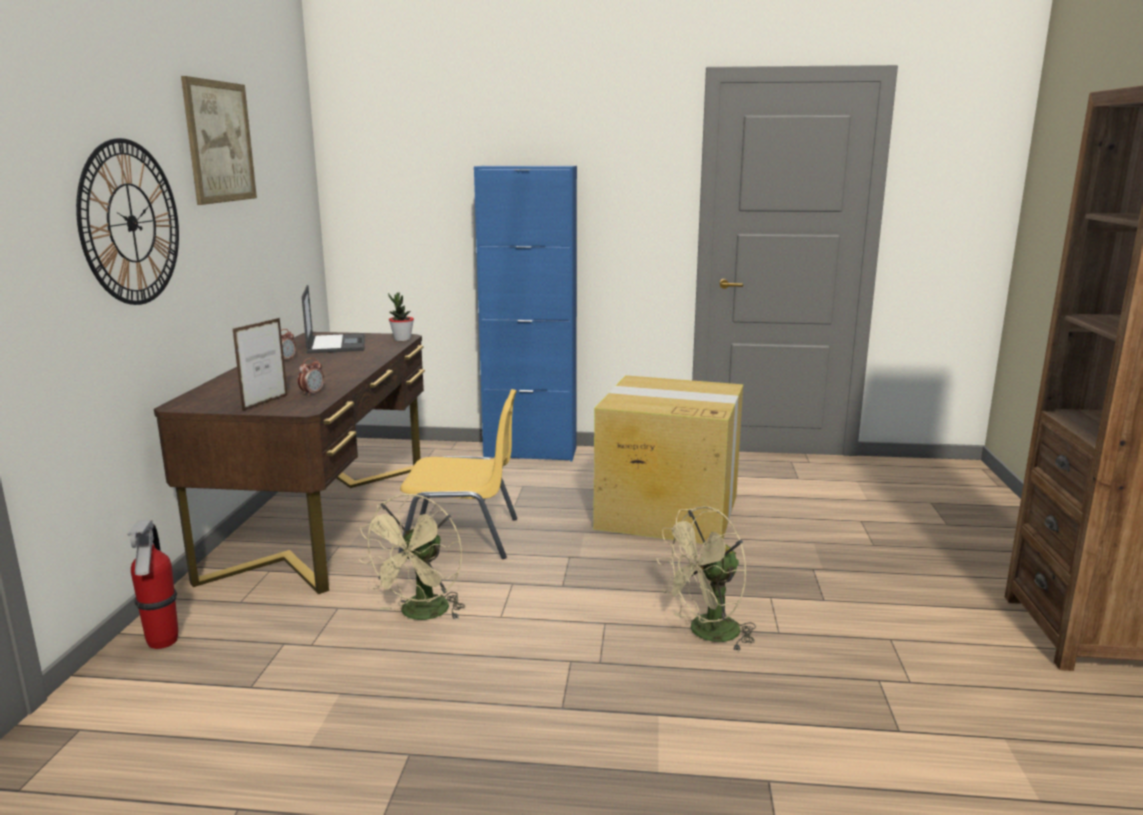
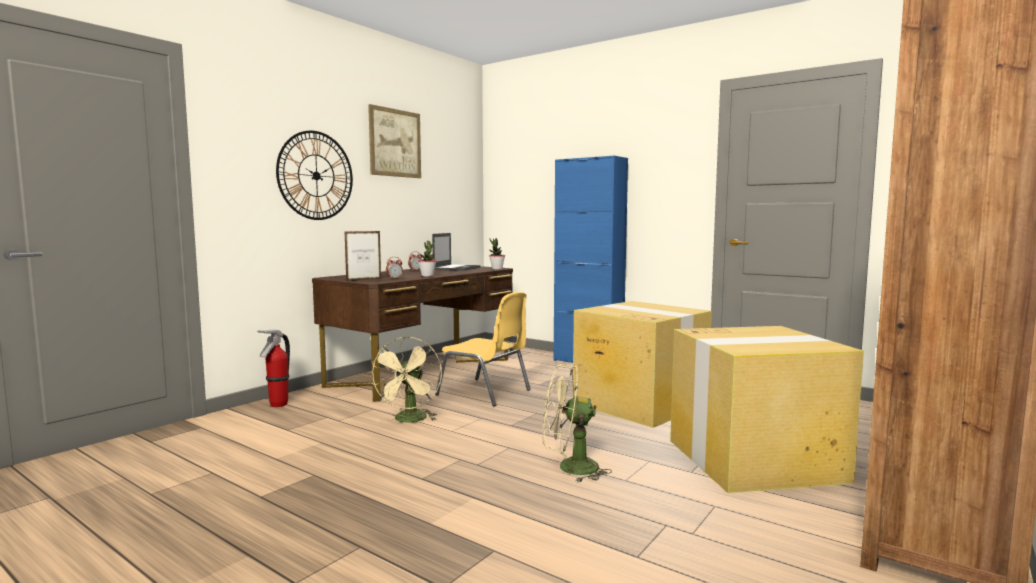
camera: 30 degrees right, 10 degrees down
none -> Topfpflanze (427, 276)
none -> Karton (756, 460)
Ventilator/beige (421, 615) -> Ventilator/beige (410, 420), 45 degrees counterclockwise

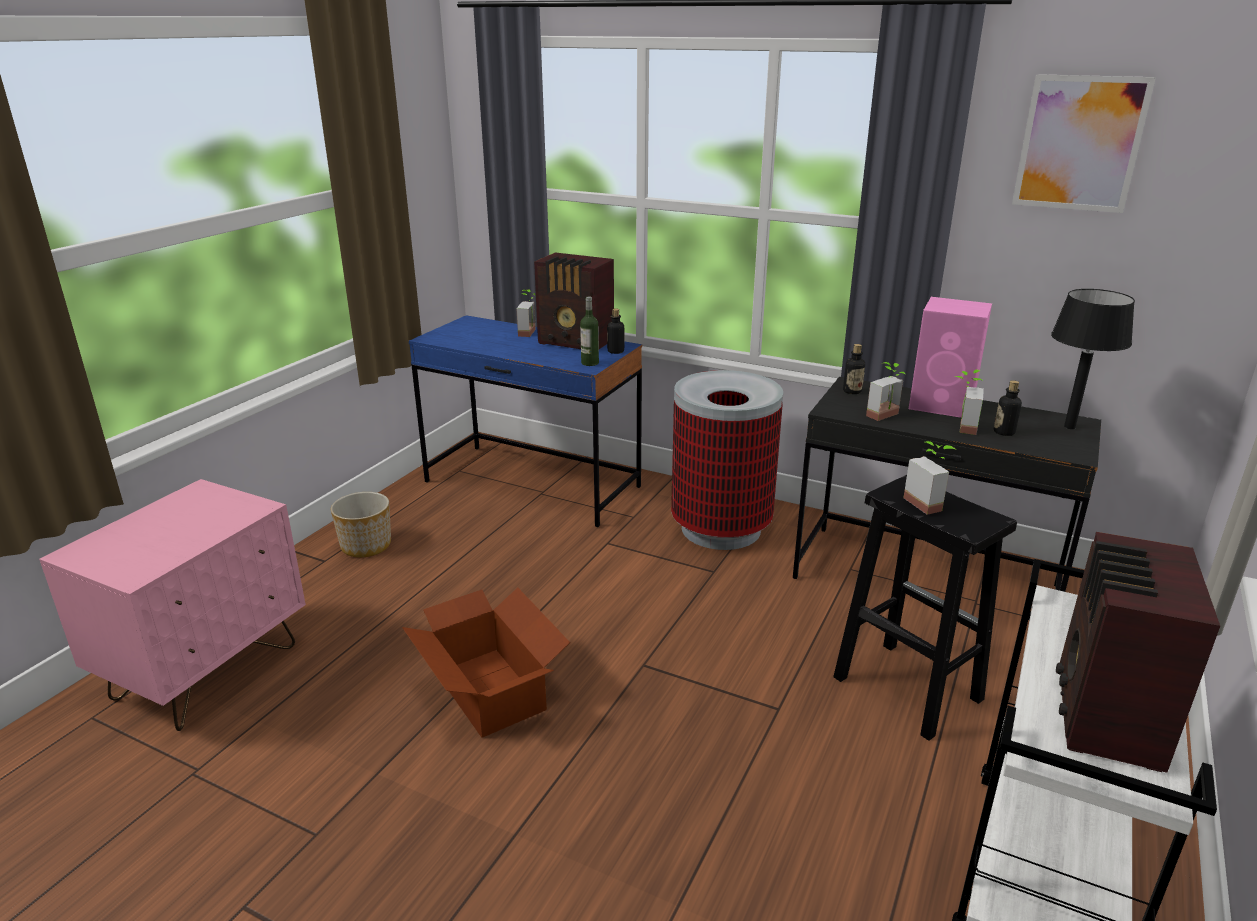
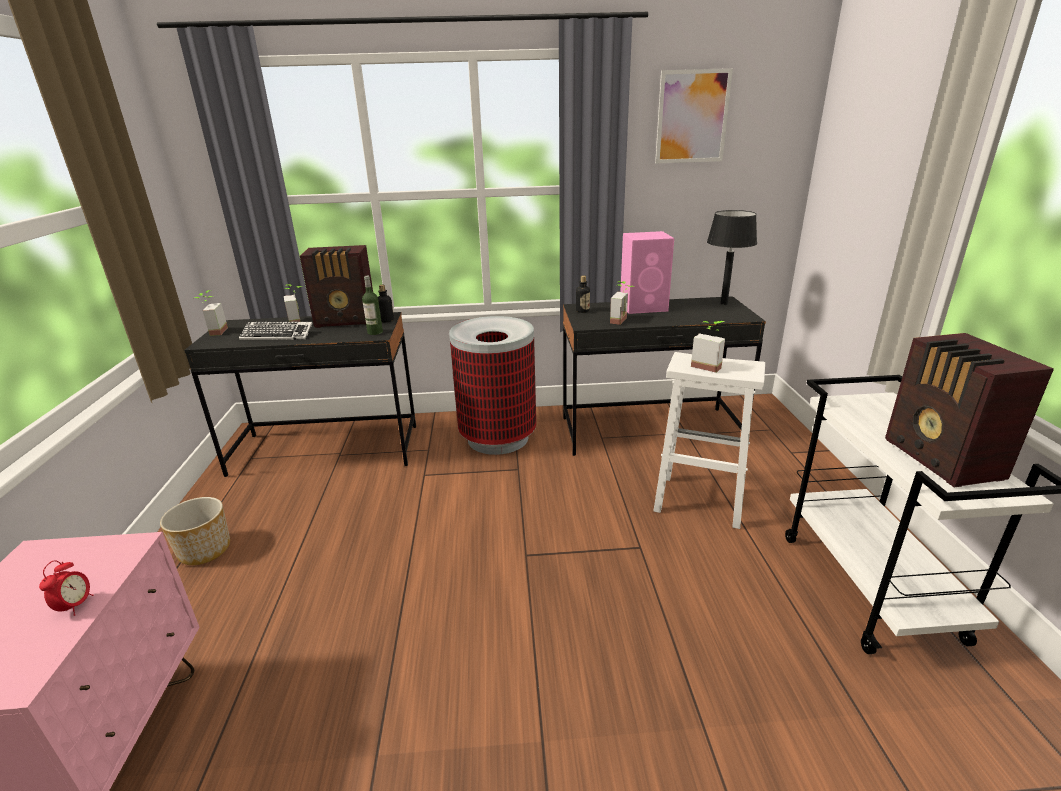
camera: 30 degrees left, 0 degrees up
Karton (491, 690) -> none
Flasche (1004, 432) -> none
none -> Wecker (76, 606)
none -> Tastatur (277, 335)
Topfpflanze (961, 426) -> Topfpflanze (214, 332), moved
Schreibtisch/blau (532, 484) -> Schreibtisch/schwarz (326, 450)
Hocker/schwarz (905, 687) -> Hocker/weiß (697, 501)

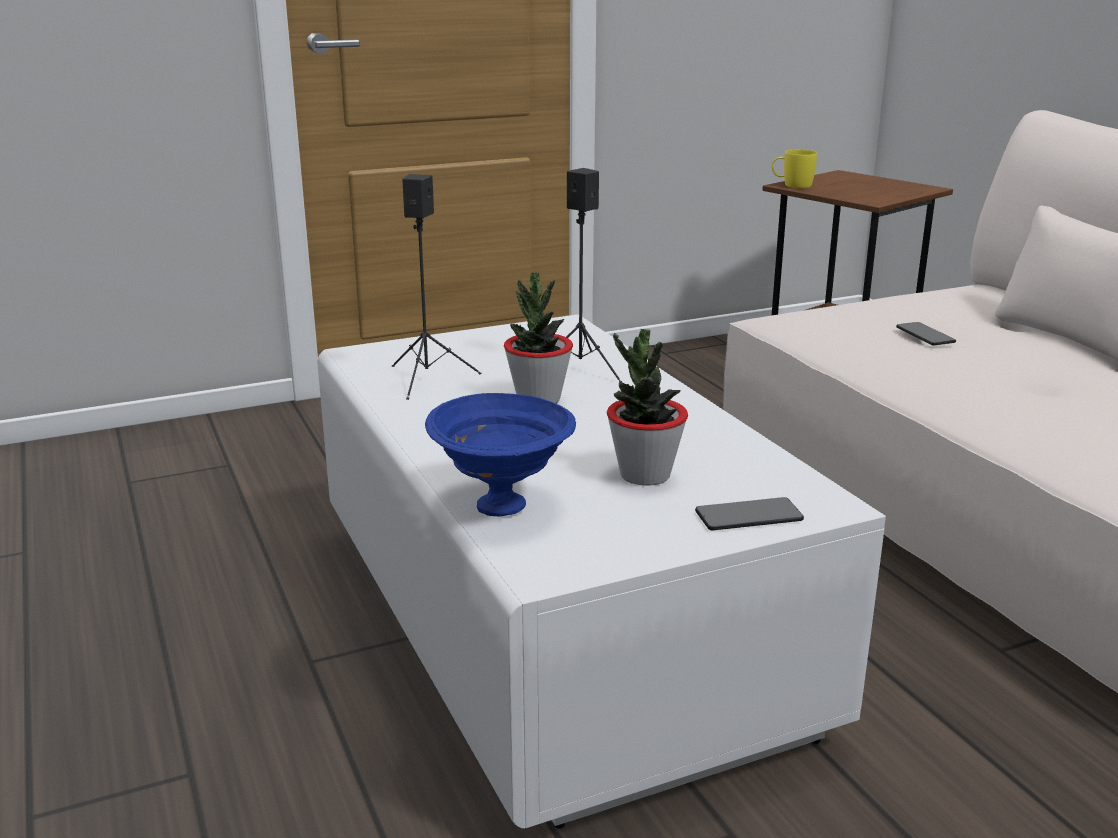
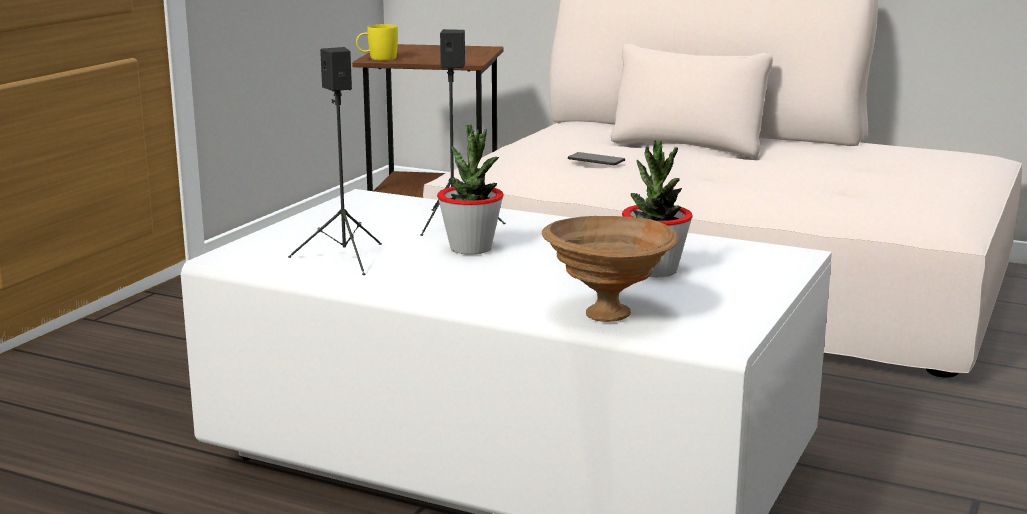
camera: 40 degrees left, 5 degrees down
Handy (748, 516) -> none
Schüssel/blau (502, 504) -> Schüssel/braun (605, 313)

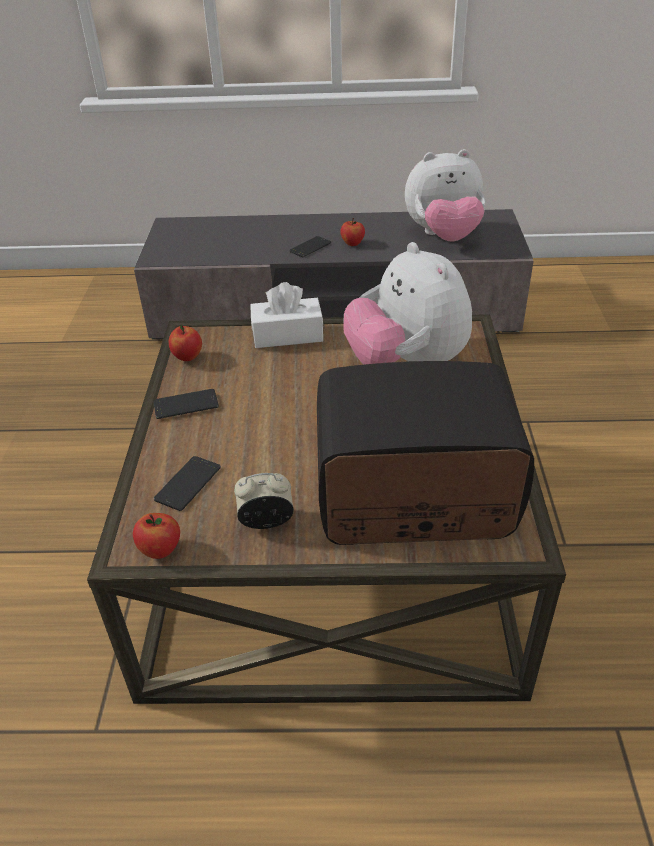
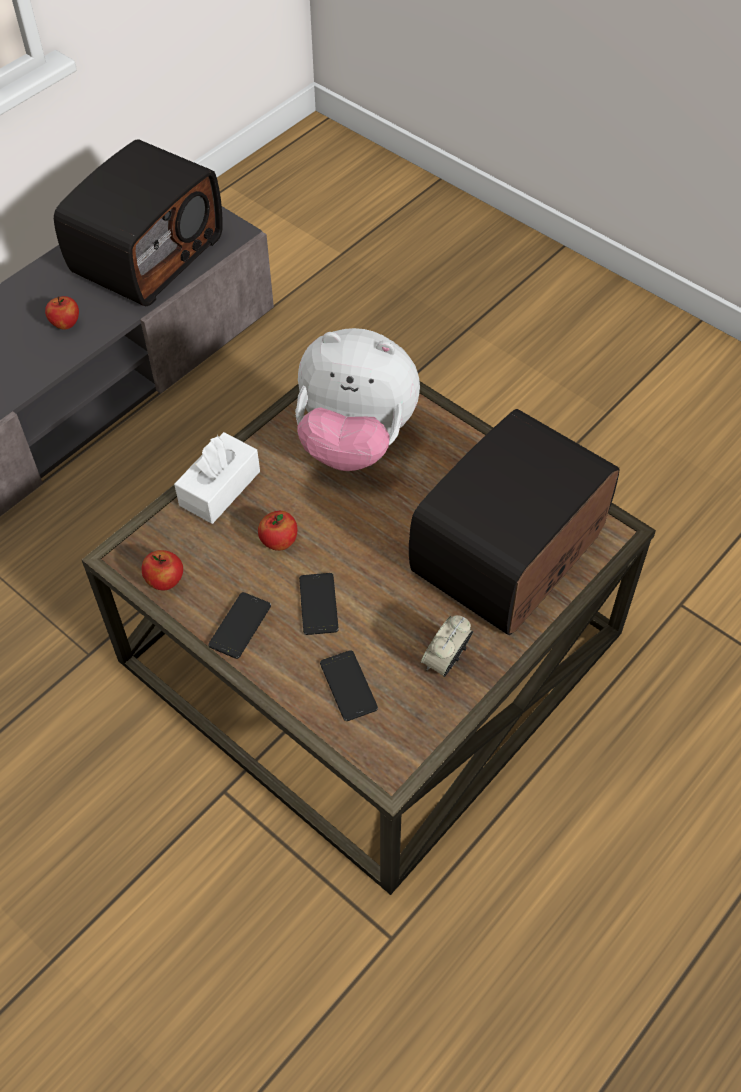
camera: 50 degrees left, 15 degrees up
Apfel (160, 550) -> Apfel (279, 542), moved
Handy (310, 247) -> Handy (318, 604), moved
Plüschtier (443, 236) -> Radio (146, 254)

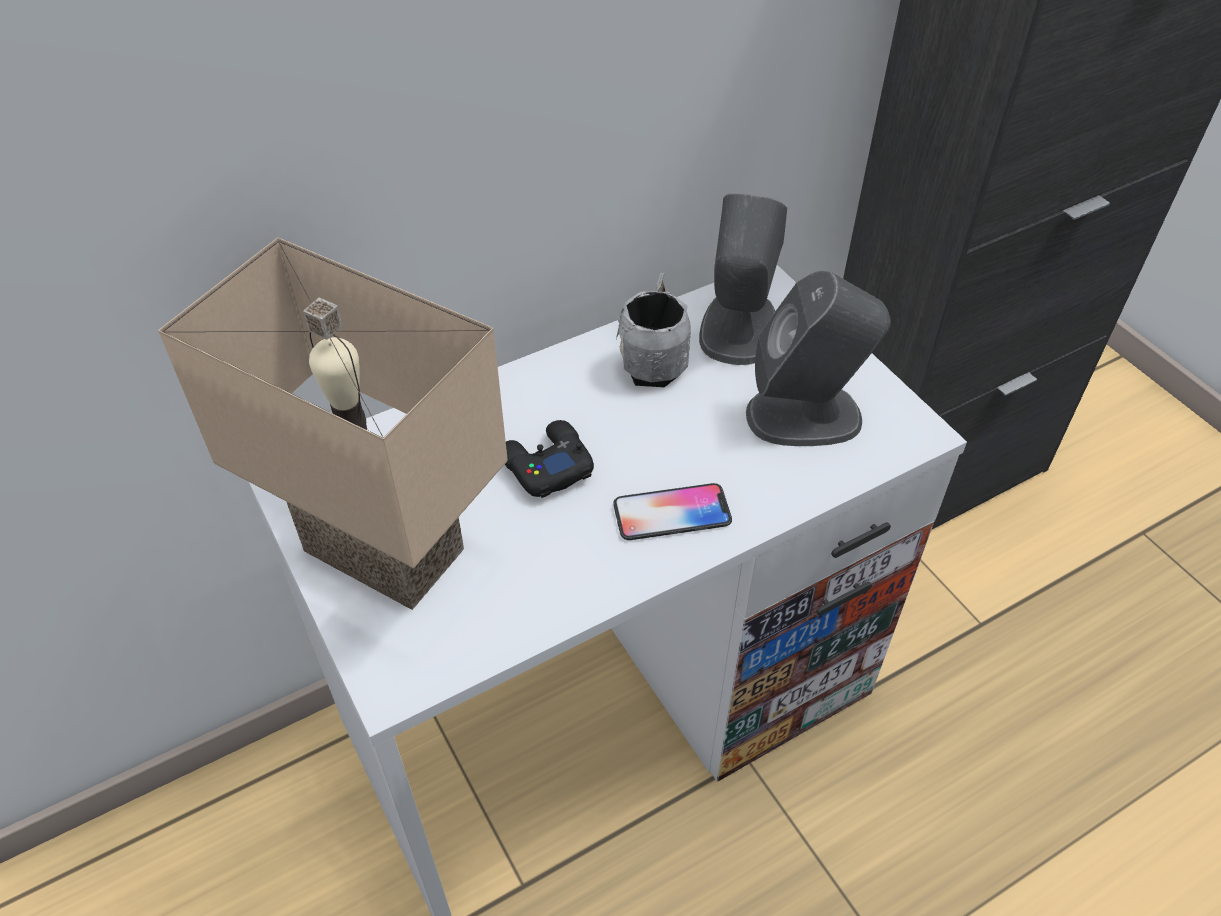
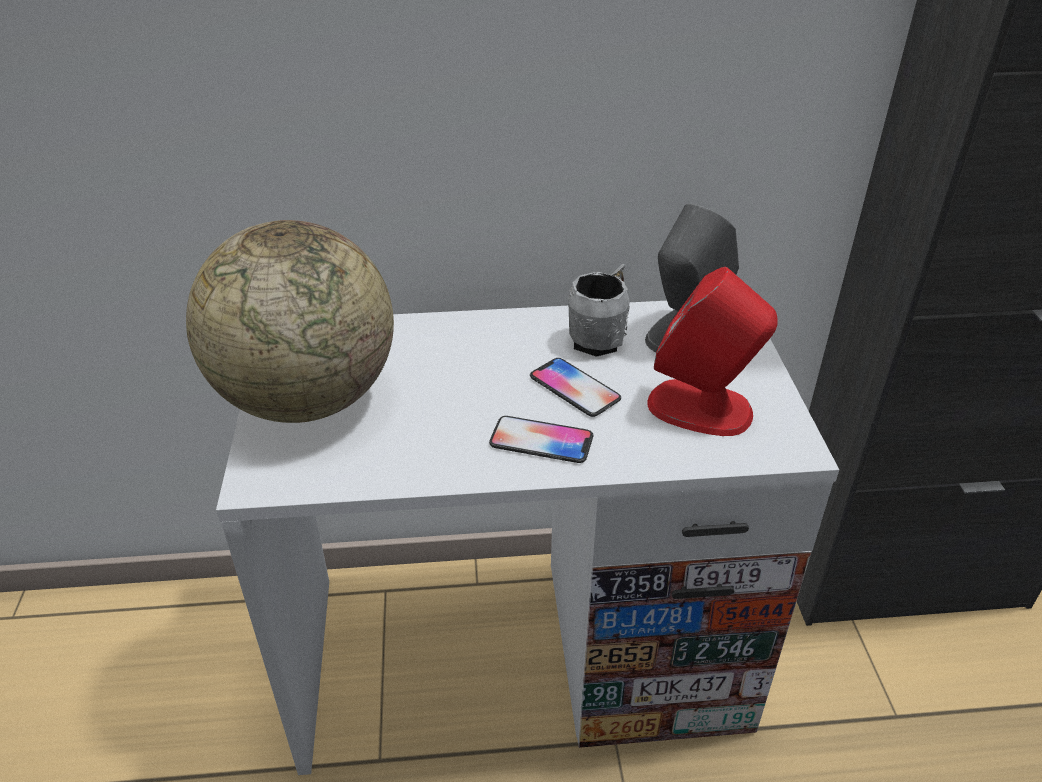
camera: 25 degrees right, 10 degrees down
Gamepad/schwarz (545, 465) -> none
none -> Handy (574, 388)
Tischlampe/beige (377, 554) -> Globus (307, 399)
Lautsprecher/grau (805, 416) -> Lautsprecher/rot (701, 408)

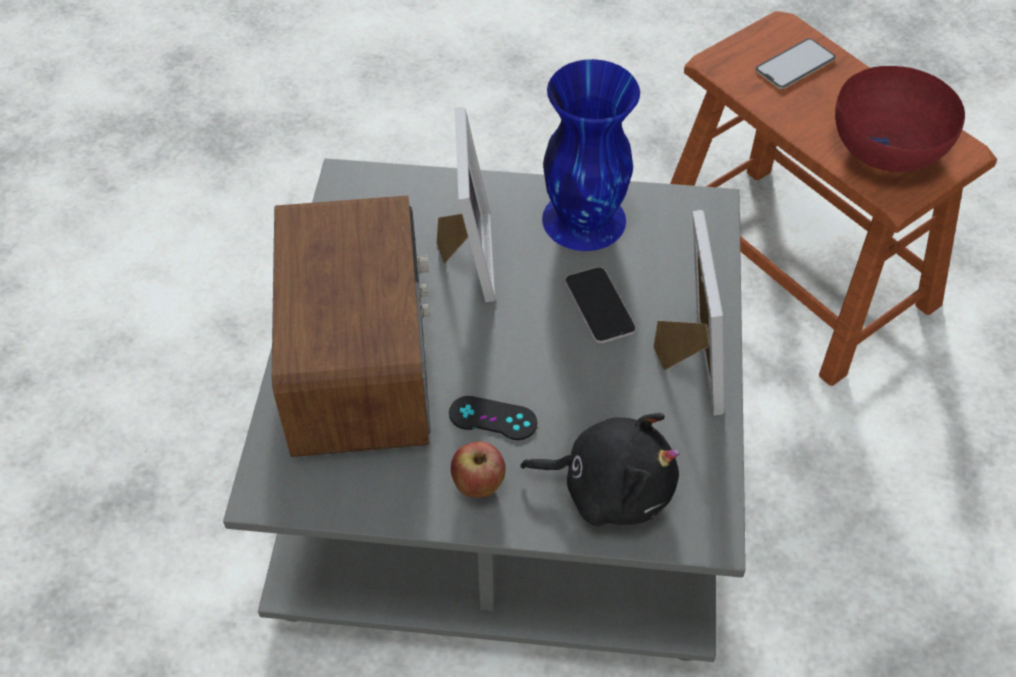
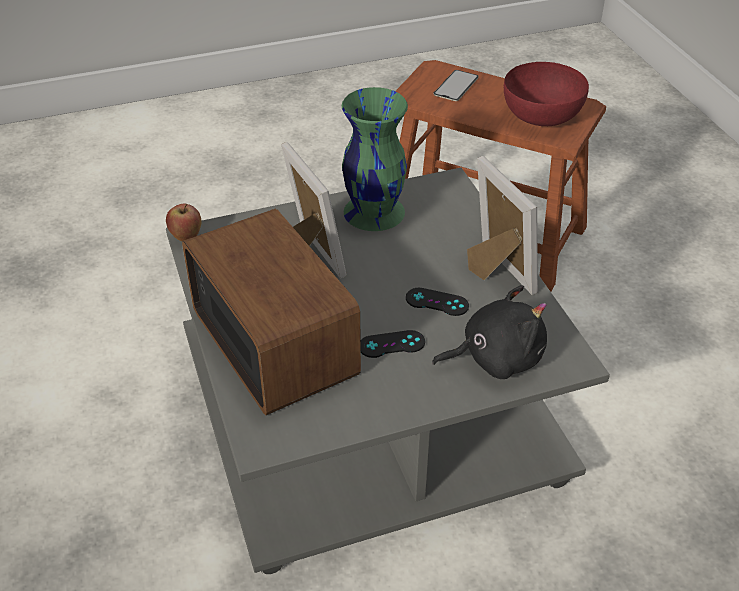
camera: 25 degrees left, 10 degrees down
Handy (599, 305) -> none
none -> Gamepad/schwarz (437, 302)
Apfel (478, 486) -> Apfel (186, 237), moved
Vase/blau (583, 218) -> Vase/grün (373, 211)

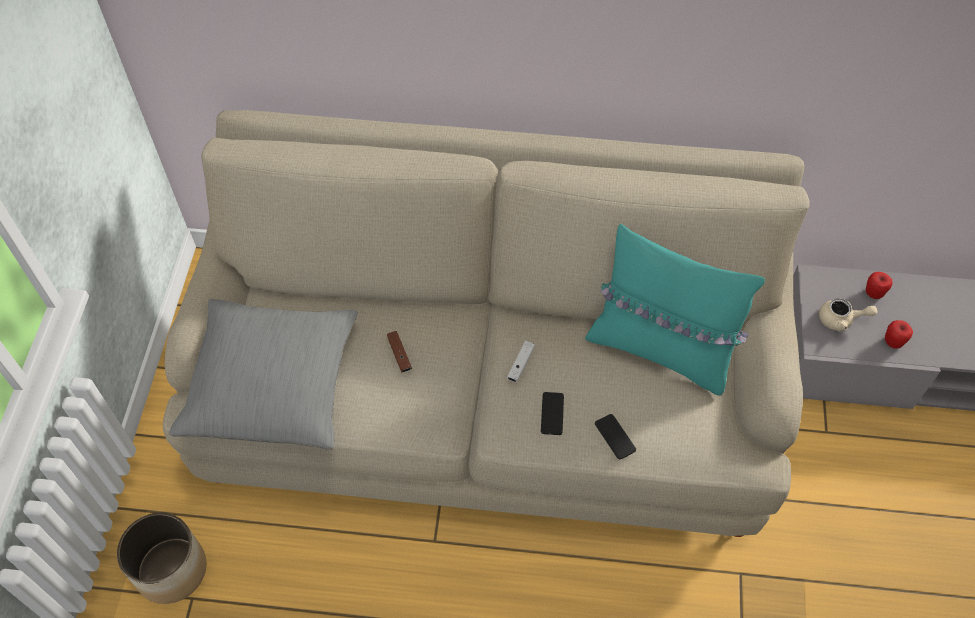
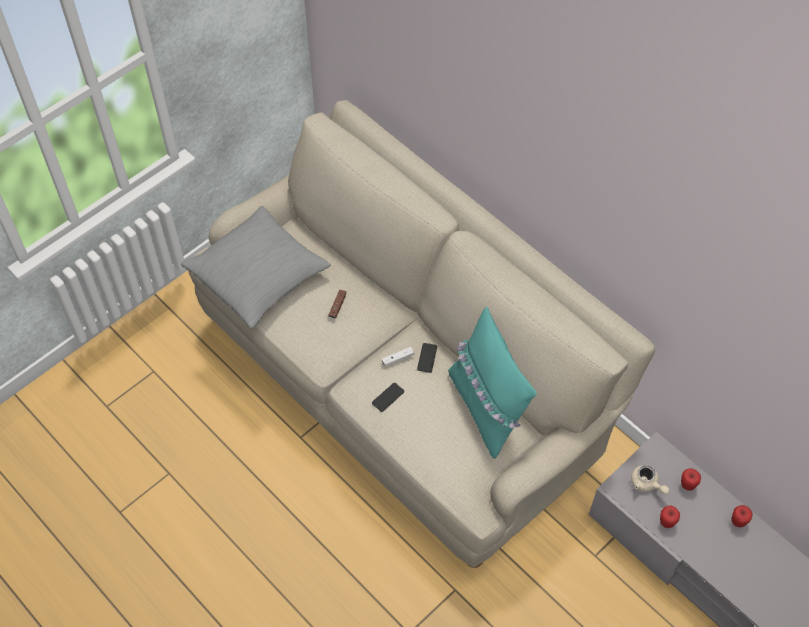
camera: 40 degrees right, 0 degrees up
Pflanzkübel (171, 569) -> none
none -> Apfel (738, 521)
Handy (615, 437) -> Handy (427, 358), moved

